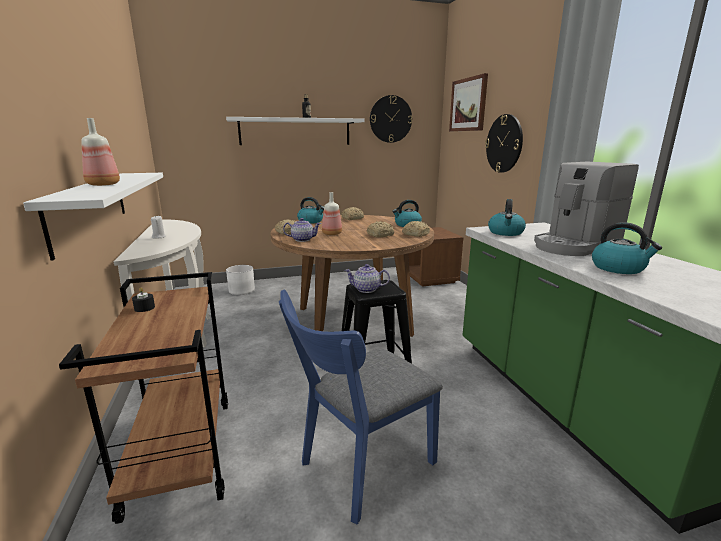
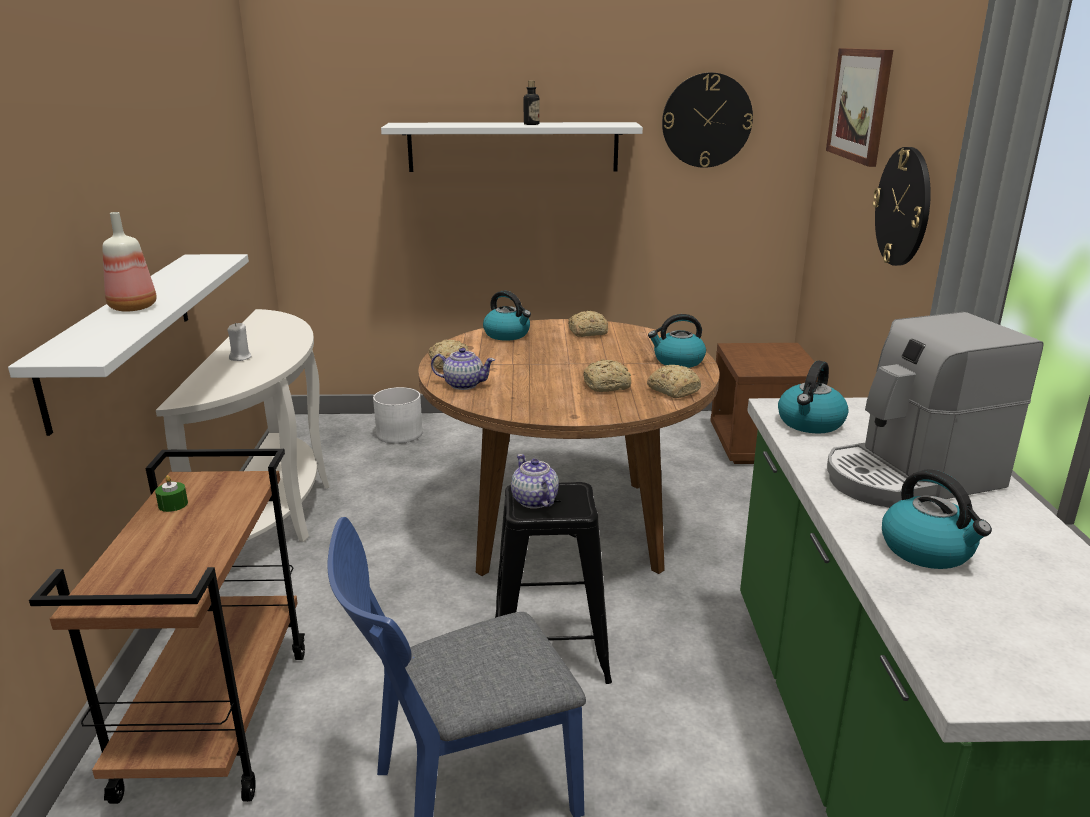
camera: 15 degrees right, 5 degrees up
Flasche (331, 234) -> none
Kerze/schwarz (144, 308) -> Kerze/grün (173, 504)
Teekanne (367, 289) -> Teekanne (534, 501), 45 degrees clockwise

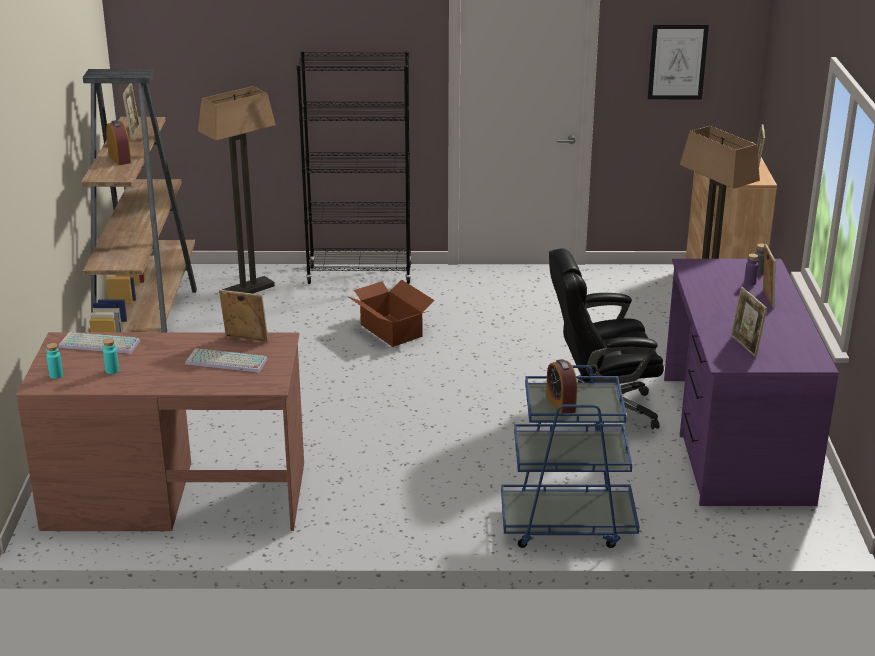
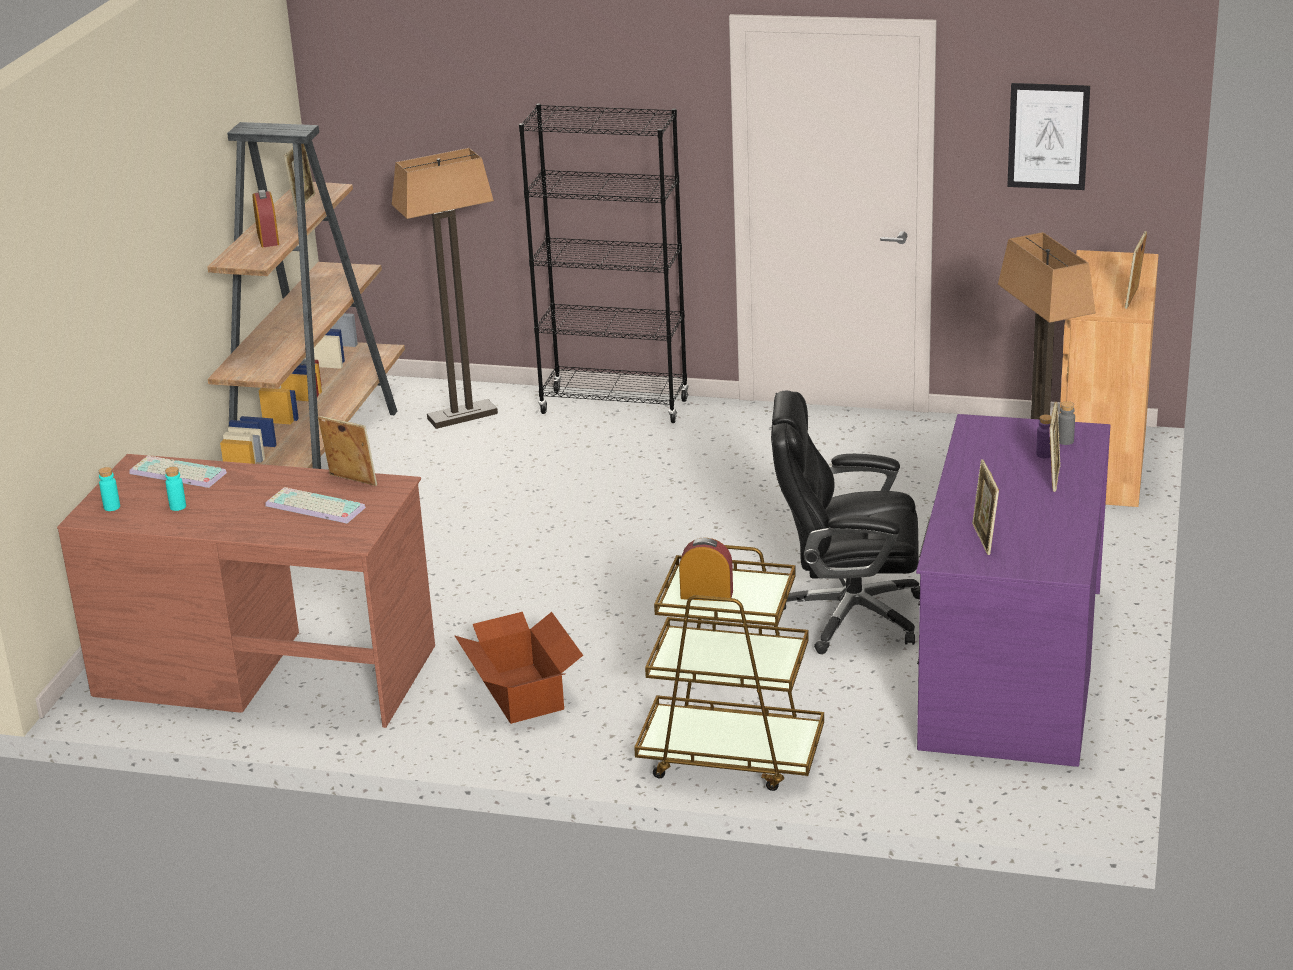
camera: 15 degrees right, 0 degrees up
Karton (391, 330) -> Karton (523, 693), moved
Rollwagen/blau (566, 524) -> Rollwagen/braun (730, 756)
Wecker (560, 403) -> Wecker (706, 594), 105 degrees clockwise

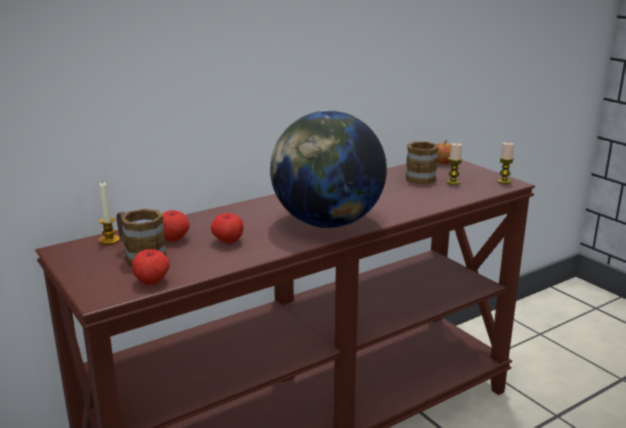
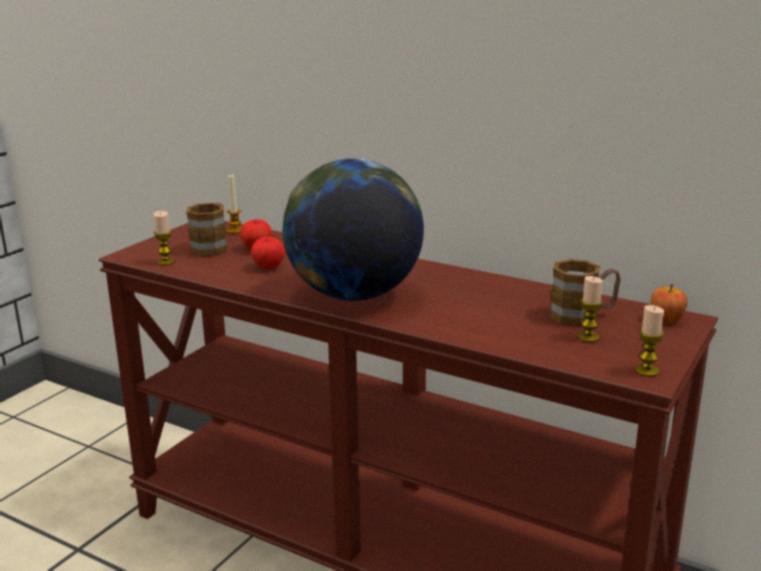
camera: 65 degrees right, 0 degrees up
Apfel (152, 281) -> Kerze (166, 262)

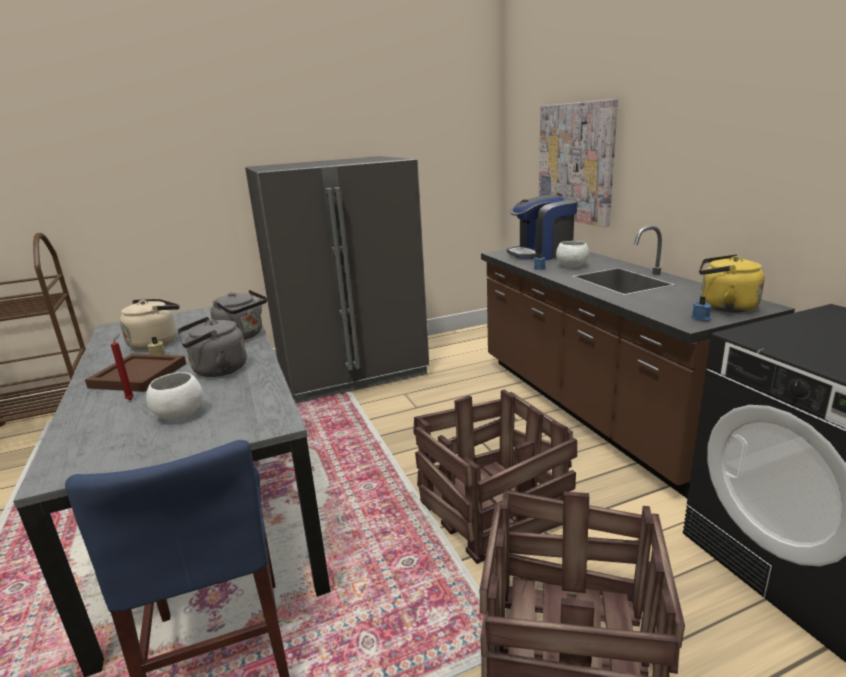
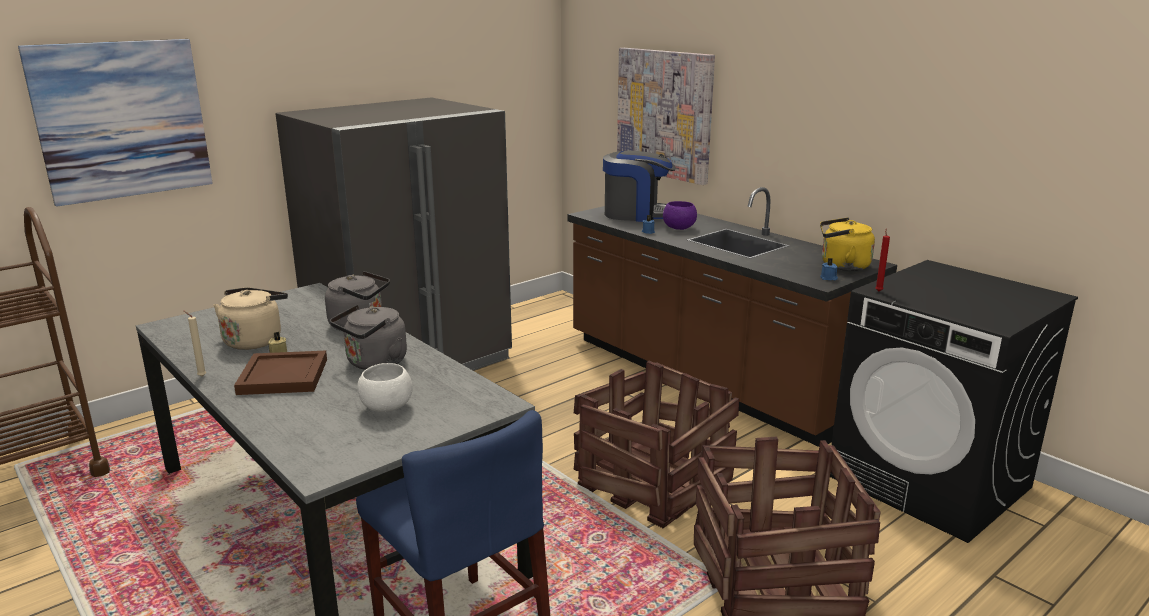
camera: 20 degrees left, 0 degrees up
none -> Bild (122, 120)
none -> Kerze/beige (201, 376)
Kerze/rot (131, 399) -> Kerze/rot (878, 291), moved
Schüssel/weiß (571, 266) -> Schüssel/lila (679, 228)
Kaffeemaschine (542, 254) -> Kaffeemaschine (637, 214), 135 degrees counterclockwise

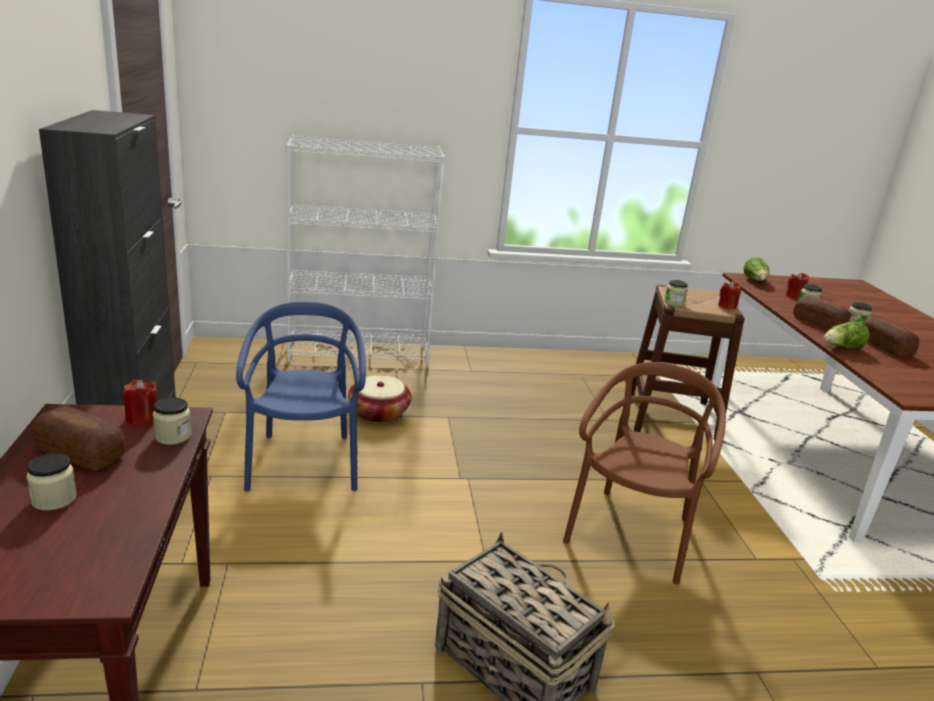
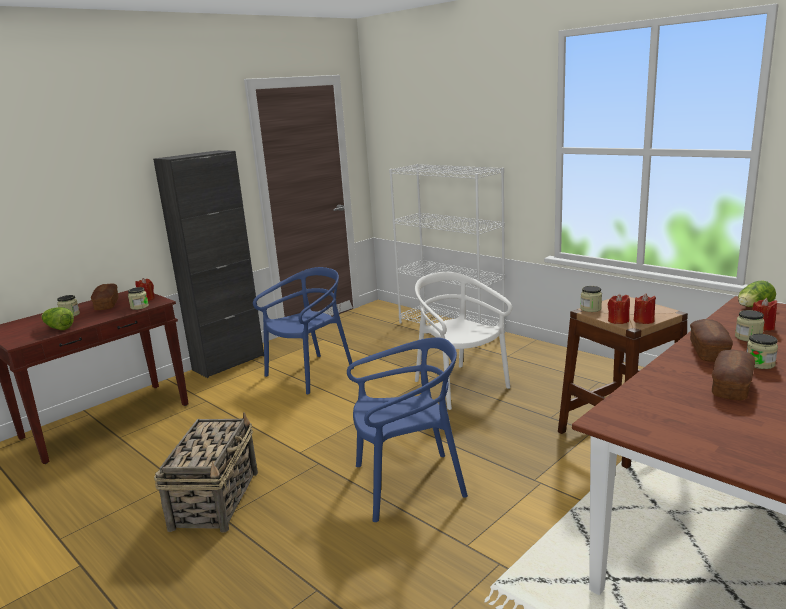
camera: 55 degrees right, 5 degrees down
Korb (379, 413) -> none
none -> Stuhl/weiß (459, 386)
none -> Kerze/rot (618, 321)
Salatkopf (842, 348) -> Salatkopf (58, 328), moved
Stuhl/braun (632, 534) -> Stuhl/blau (408, 484)

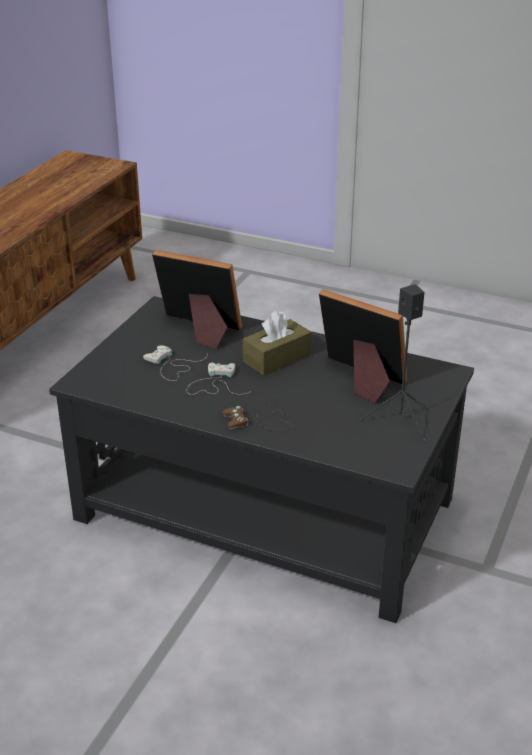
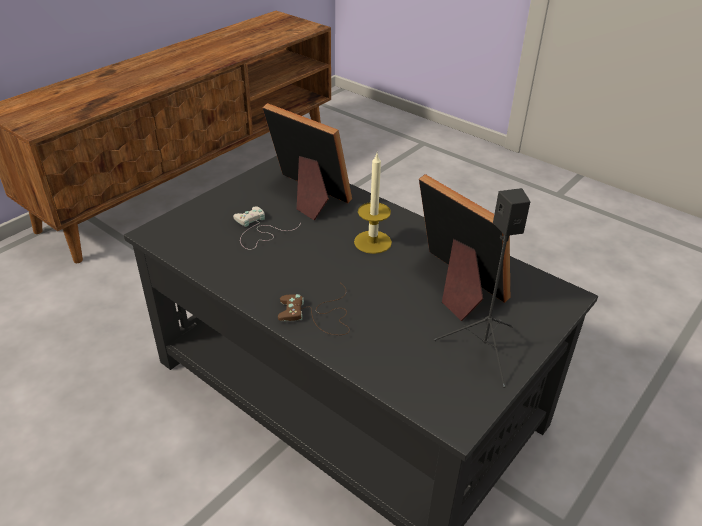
camera: 15 degrees right, 5 degrees up
Gamepad/weiß (214, 384) -> none
Taschentuchbox/braun (277, 358) -> Kerze (372, 242)

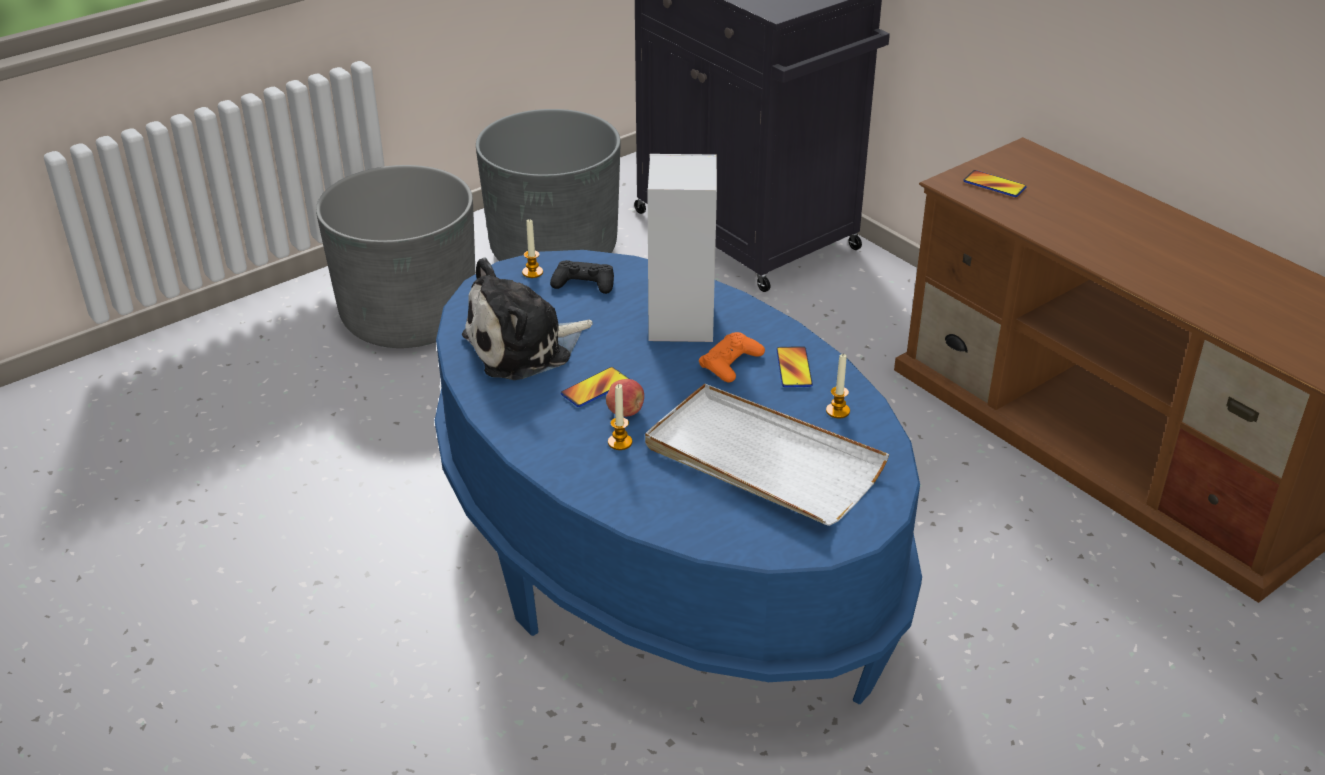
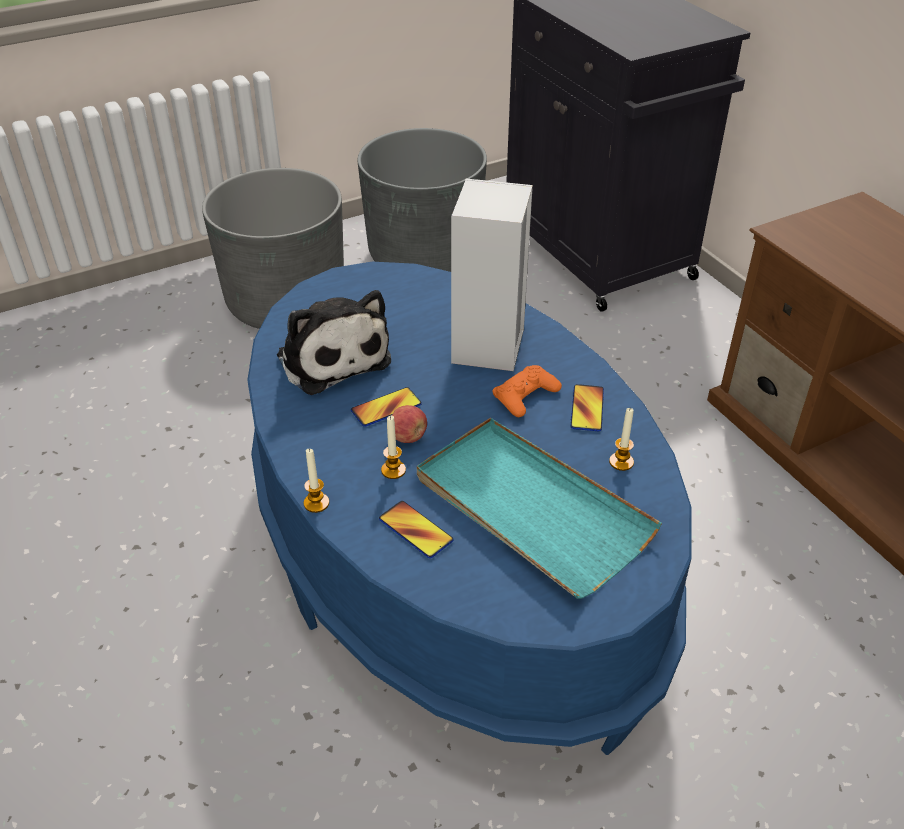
camera: 10 degrees right, 5 degrees up
Gamepad/schwarz (584, 283) -> none
Kerze (532, 272) -> Kerze (316, 503), moved
Handy (994, 185) -> Handy (415, 530), moved
Tablett/weiß (762, 460) -> Tablett/türkis (530, 509)
Plüschtier (524, 347) -> Plüschtier (331, 356), 105 degrees counterclockwise

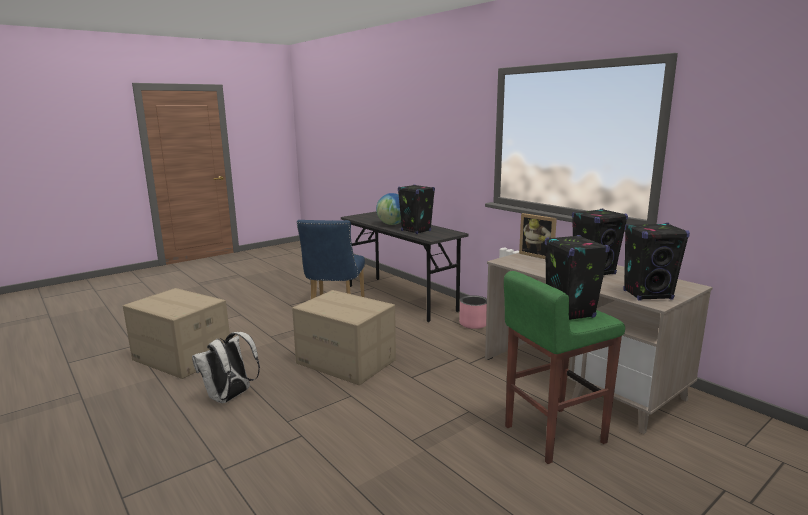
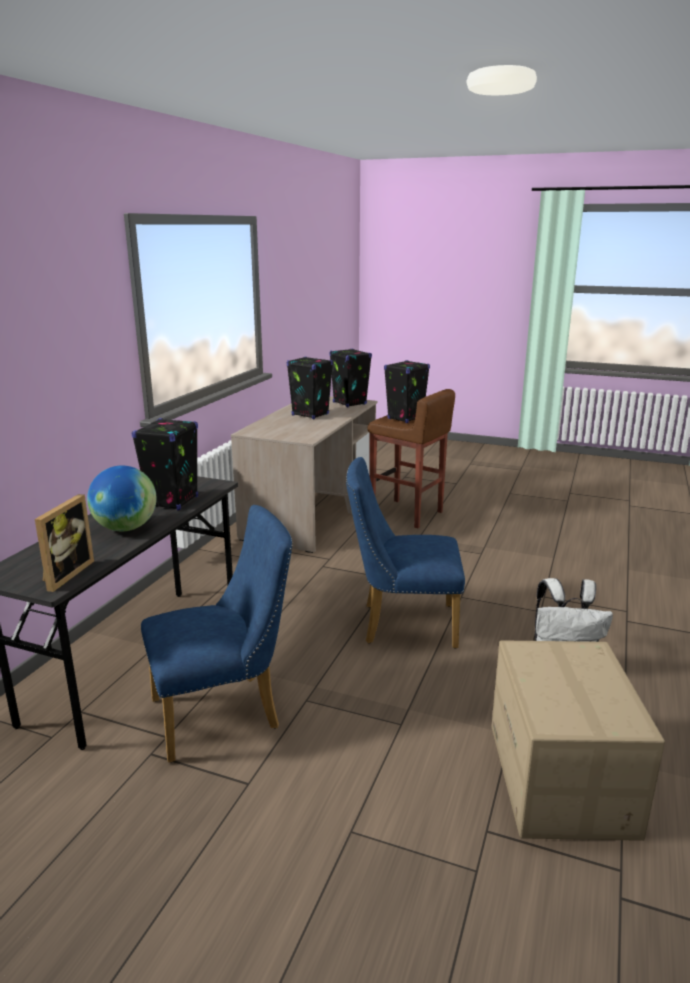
camera: 120 degrees left, 5 degrees up
Pflanzkübel/rosa (473, 323) -> none
Bilderrahmen (538, 255) -> Bilderrahmen (64, 574), moved
Karton (347, 361) -> Stuhl/blau (401, 624)
Hocker/grün (552, 434) -> Hocker/braun (407, 514)

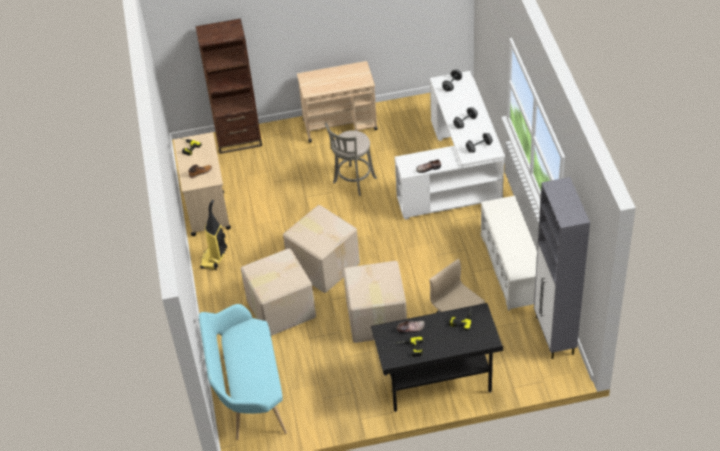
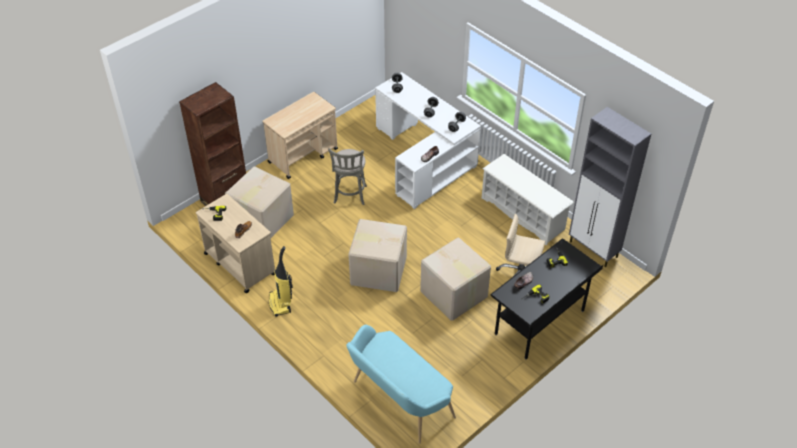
camera: 35 degrees left, 0 degrees up
Karton (280, 309) -> Karton (261, 220), moved

